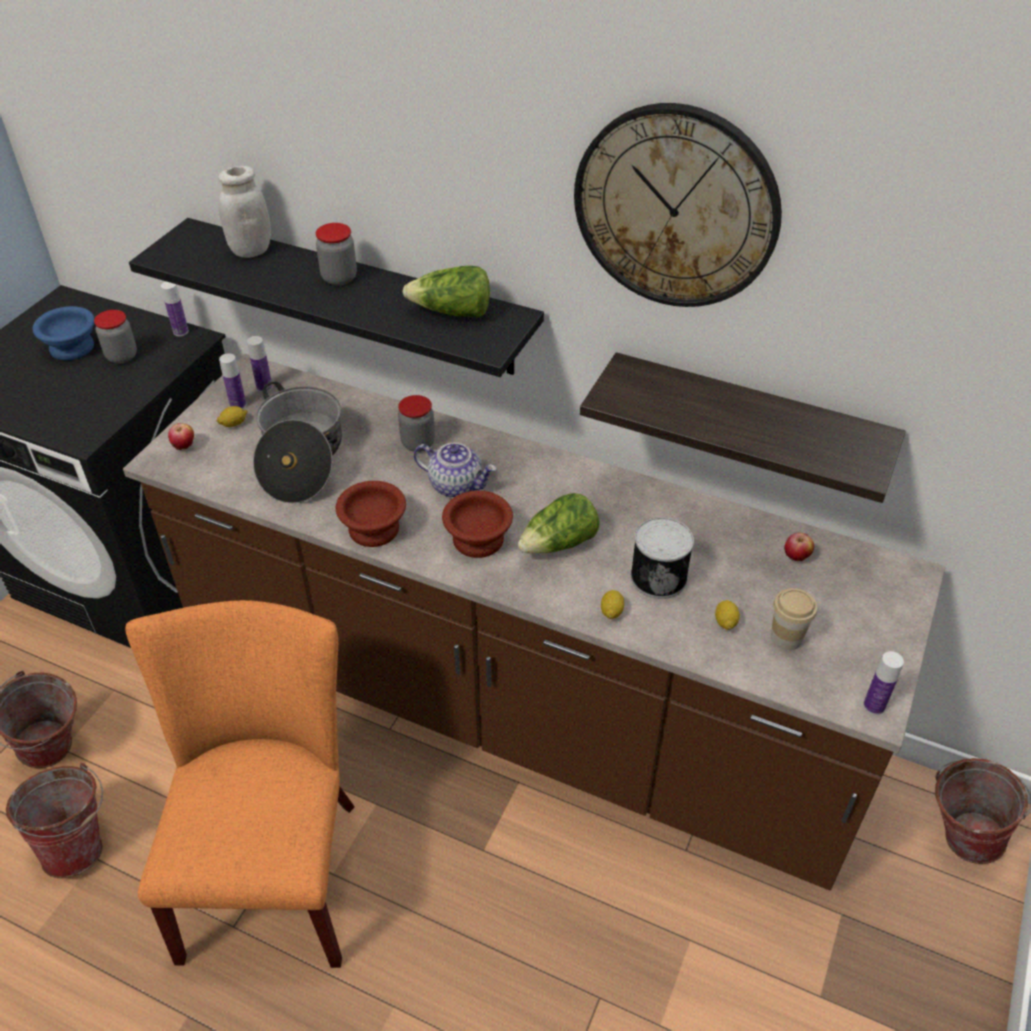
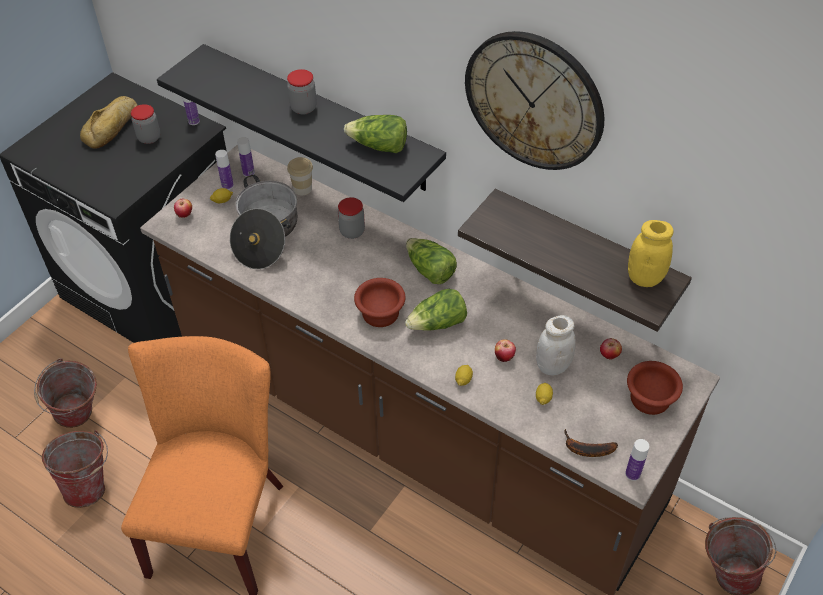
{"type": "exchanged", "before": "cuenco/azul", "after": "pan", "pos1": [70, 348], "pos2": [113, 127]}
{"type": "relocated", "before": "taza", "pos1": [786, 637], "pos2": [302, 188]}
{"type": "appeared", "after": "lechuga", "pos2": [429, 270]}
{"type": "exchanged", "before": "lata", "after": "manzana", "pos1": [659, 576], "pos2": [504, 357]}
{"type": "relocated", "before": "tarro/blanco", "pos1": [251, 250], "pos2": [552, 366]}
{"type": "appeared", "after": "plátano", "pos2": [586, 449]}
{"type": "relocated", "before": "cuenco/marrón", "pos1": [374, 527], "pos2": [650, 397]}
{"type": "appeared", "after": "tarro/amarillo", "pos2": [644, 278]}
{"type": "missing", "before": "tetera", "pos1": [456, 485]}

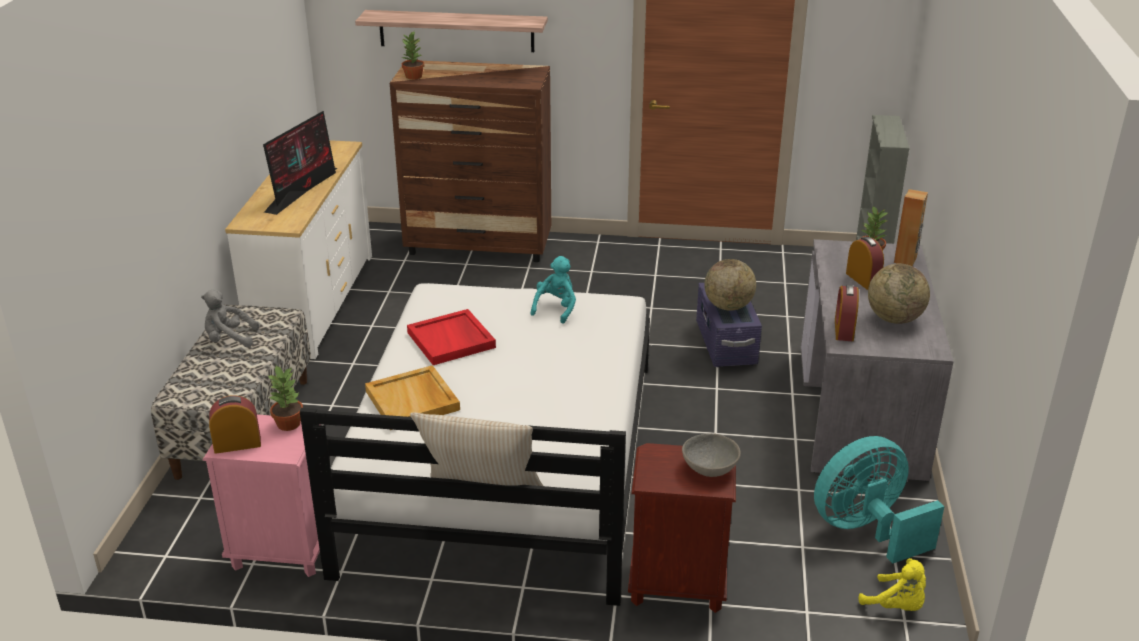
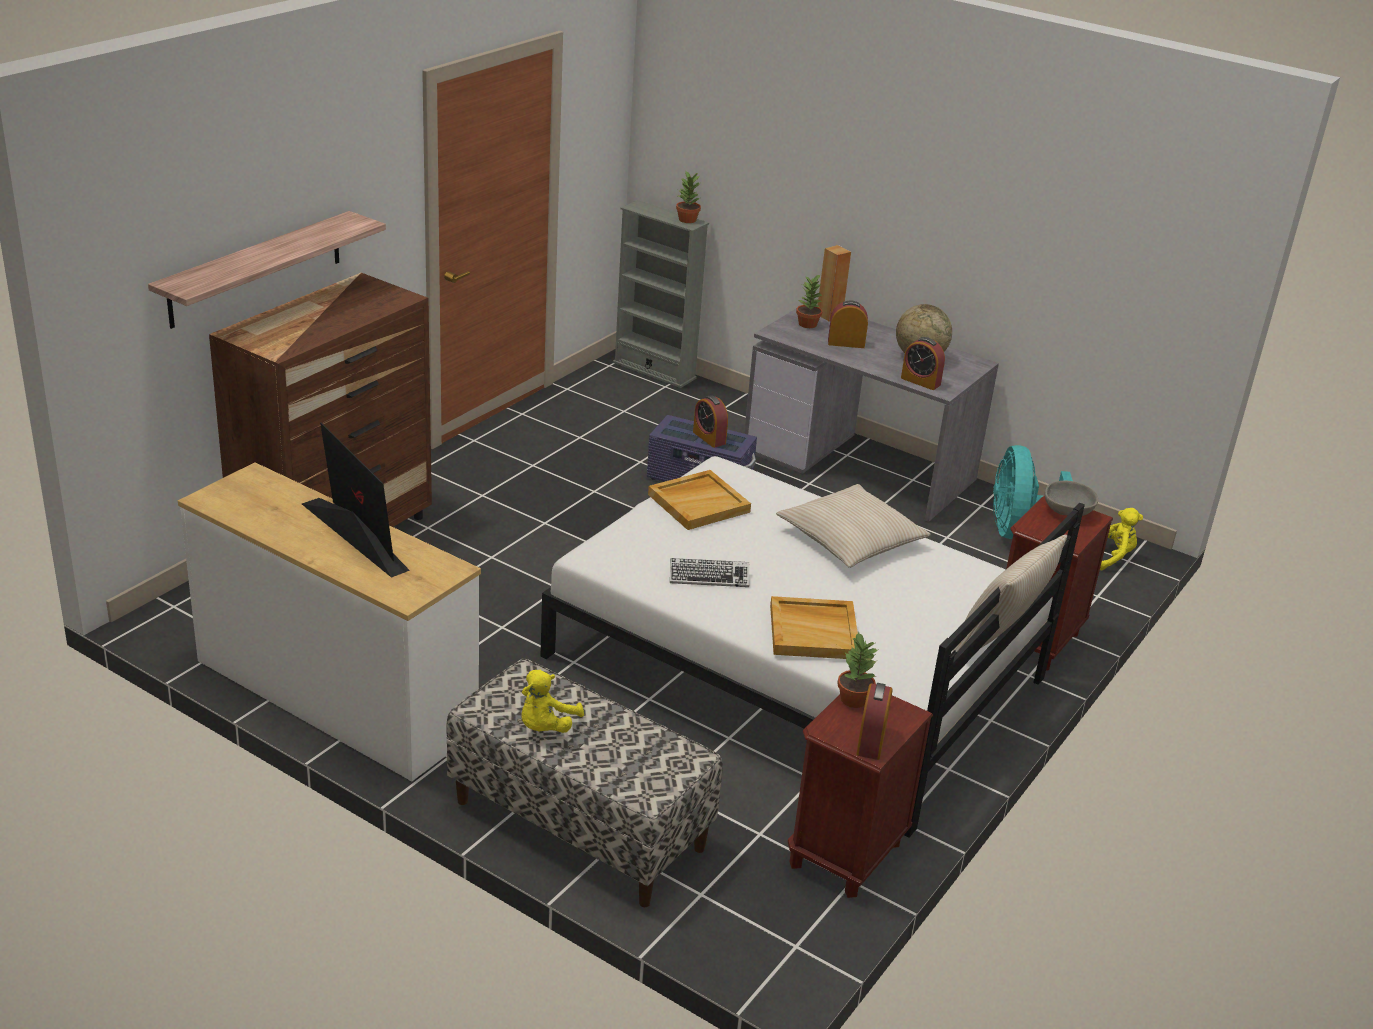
{"type": "colour", "before": "peluche/gris", "after": "peluche/amarillo", "pos1": [229, 339], "pos2": [545, 727]}
{"type": "exchanged", "before": "peluche/turquesa", "after": "bandeja/beis", "pos1": [556, 308], "pos2": [699, 503]}
{"type": "exchanged", "before": "bandeja/rojo", "after": "teclado", "pos1": [452, 340], "pos2": [709, 577]}
{"type": "relocated", "before": "planta en maceta", "pos1": [413, 76], "pos2": [687, 220]}
{"type": "exchanged", "before": "globo terráqueo", "after": "despertador", "pos1": [728, 306], "pos2": [709, 438]}
{"type": "appeared", "after": "cojín/beis", "pos2": [851, 539]}
{"type": "colour", "before": "mesita de noche/rosa", "after": "mesita de noche/marrón", "pos1": [282, 552], "pos2": [845, 855]}

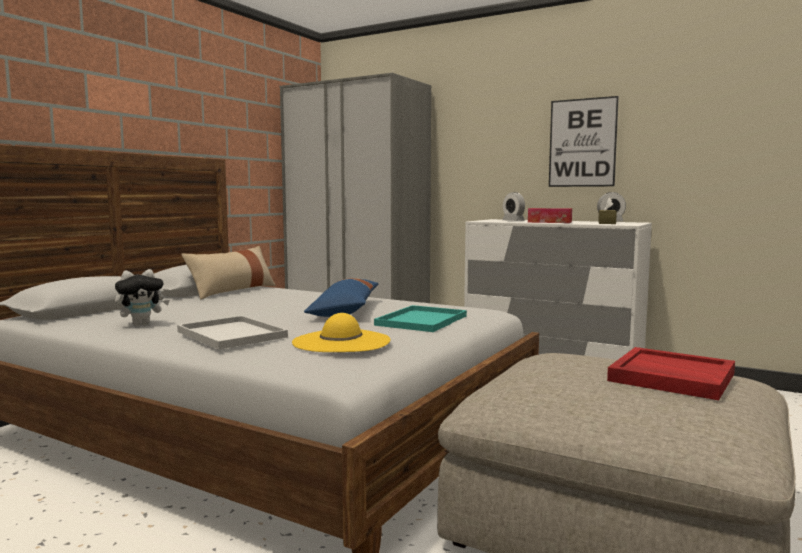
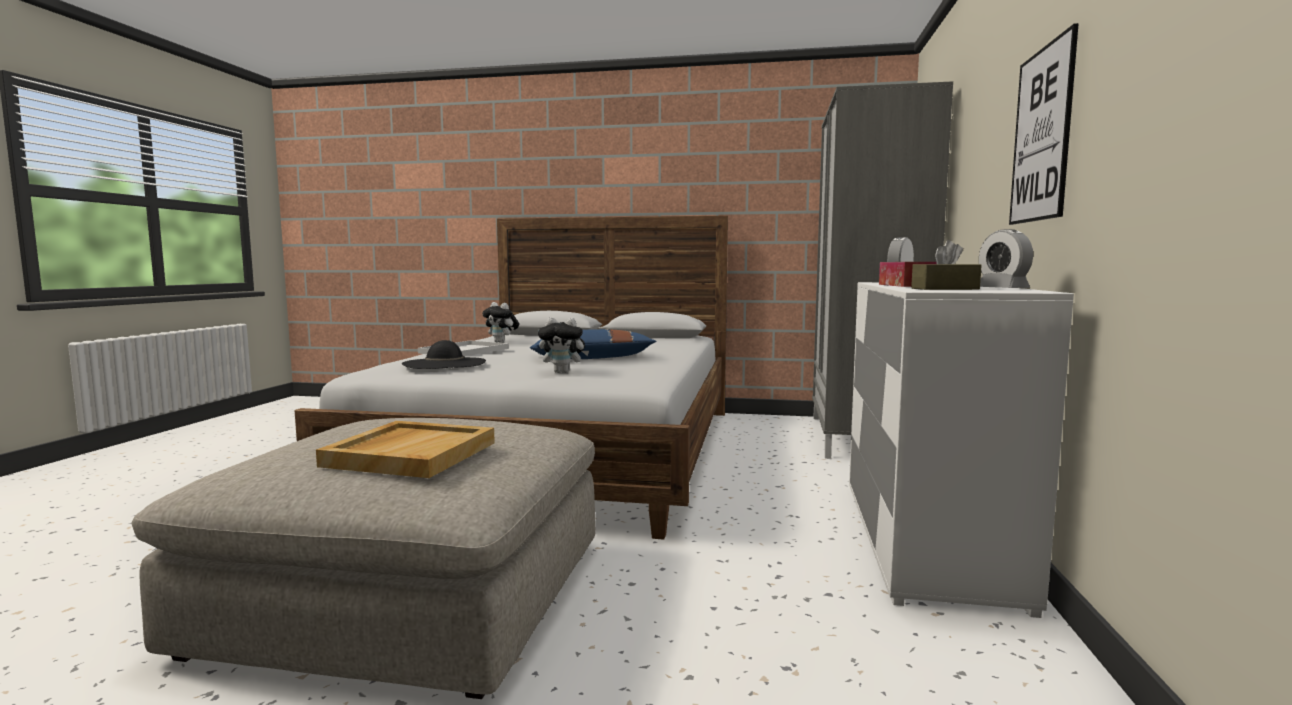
{"type": "colour", "before": "bandeja/rojo", "after": "bandeja/beis", "pos1": [670, 377], "pos2": [411, 454]}
{"type": "colour", "before": "sombrero/amarillo", "after": "sombrero/negro", "pos1": [341, 341], "pos2": [444, 363]}
{"type": "exchanged", "before": "bandeja/turquesa", "after": "peluche", "pos1": [421, 320], "pos2": [563, 372]}
{"type": "missing", "before": "cojín/beis", "pos1": [232, 291]}

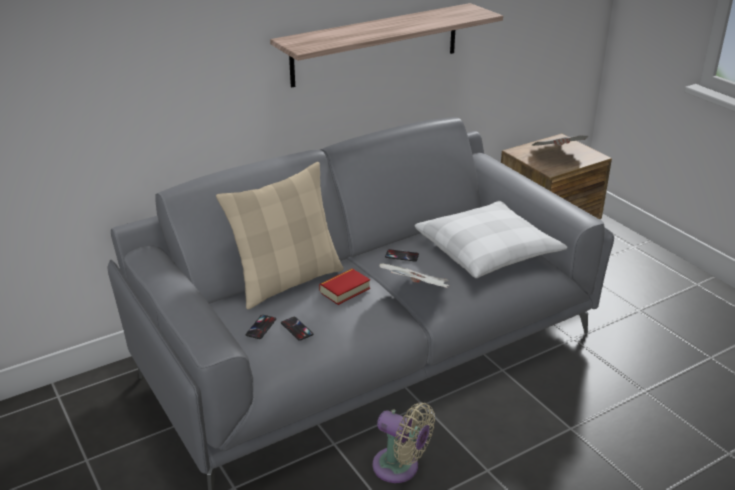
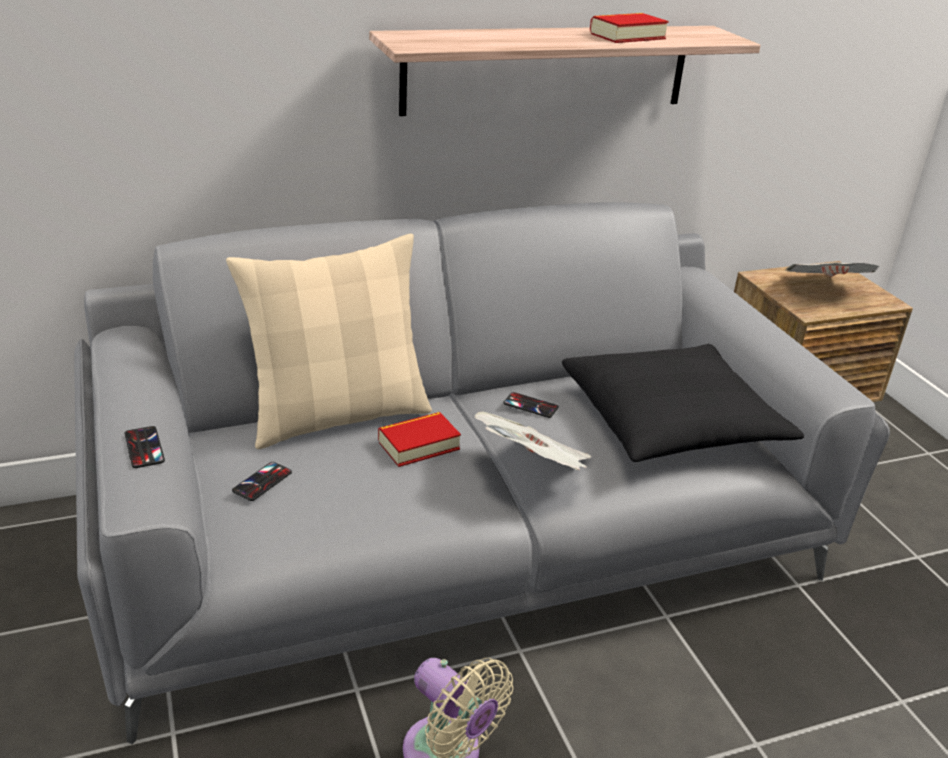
{"type": "relocated", "before": "móvil", "pos1": [296, 329], "pos2": [144, 447]}
{"type": "colour", "before": "cojín/blanco", "after": "cojín/negro", "pos1": [487, 251], "pos2": [672, 420]}
{"type": "appeared", "after": "libro", "pos2": [627, 36]}

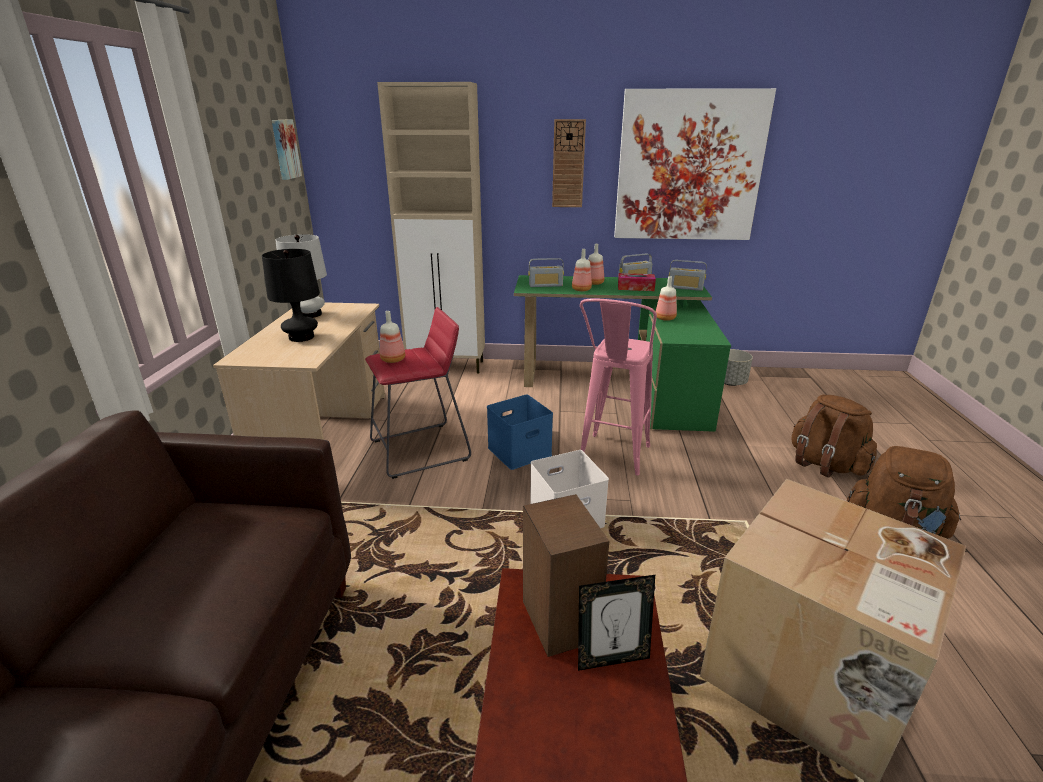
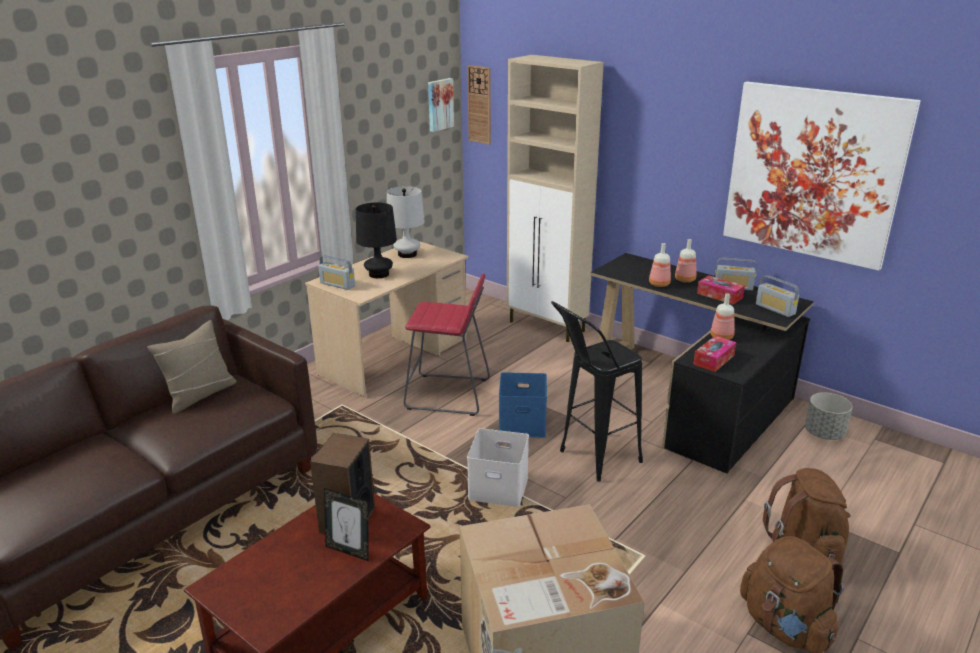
{"type": "appeared", "after": "cojín/beis", "pos2": [200, 395]}
{"type": "relocated", "before": "radio", "pos1": [545, 285], "pos2": [337, 285]}
{"type": "relocated", "before": "reloj de pared", "pos1": [568, 164], "pos2": [479, 105]}
{"type": "colour", "before": "taburete/rosa", "after": "taburete/negro", "pos1": [611, 460], "pos2": [590, 461]}
{"type": "colour", "before": "escritorio/verde", "after": "escritorio/negro", "pos1": [622, 385], "pos2": [693, 397]}
{"type": "appeared", "after": "caja de pañuelos", "pos2": [714, 360]}
{"type": "missing", "before": "botella", "pos1": [393, 359]}

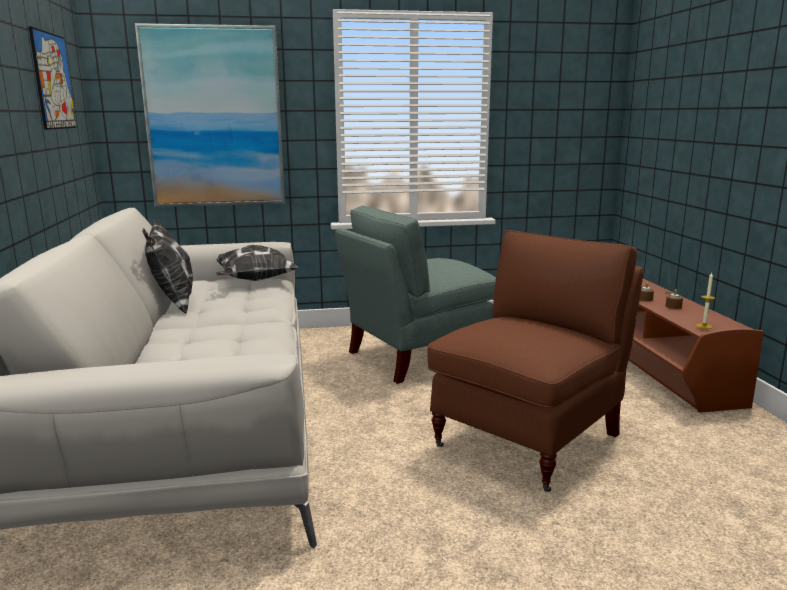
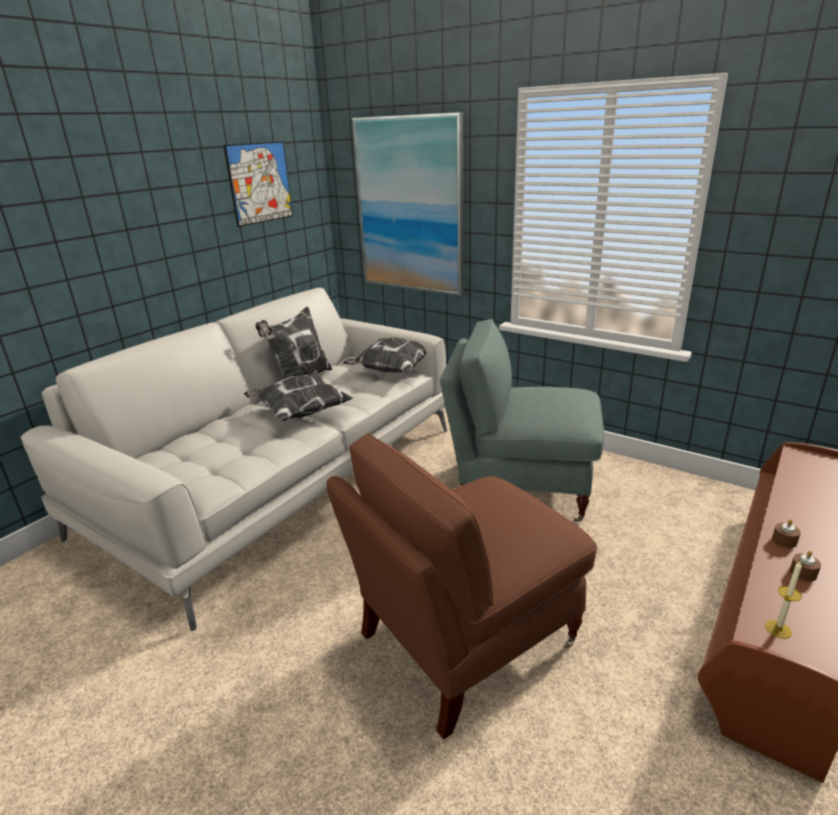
{"type": "appeared", "after": "cojín", "pos2": [299, 413]}
{"type": "spun", "before": "sillón/marrón", "pos1": [529, 440], "pos2": [465, 640], "turn": 150}

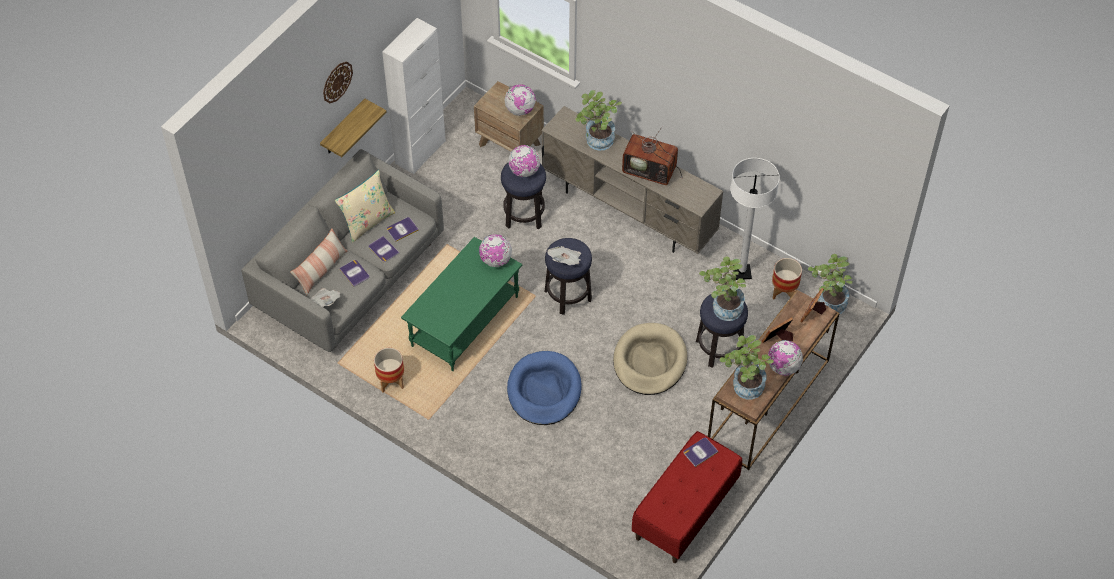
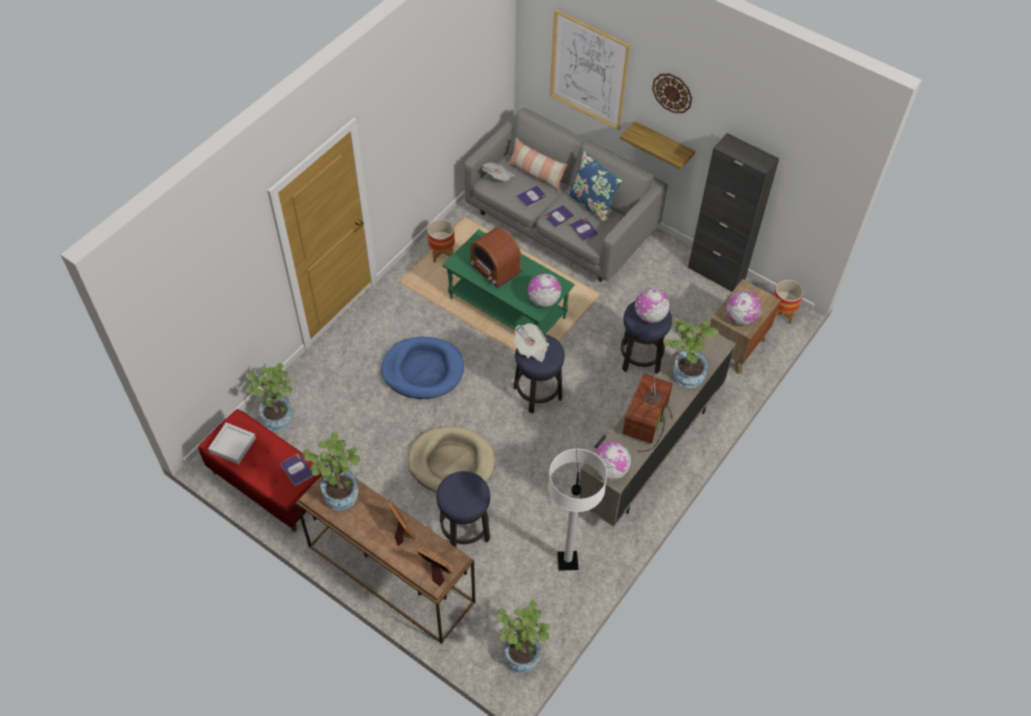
{"type": "appeared", "after": "bandeja/gris", "pos2": [233, 445]}
{"type": "relocated", "before": "planta en maceta", "pos1": [722, 309], "pos2": [278, 414]}
{"type": "appeared", "after": "radio", "pos2": [495, 268]}
{"type": "appeared", "after": "cuadro", "pos2": [588, 70]}
{"type": "colour", "before": "cojín/beis", "after": "cojín/azul", "pos1": [367, 222], "pos2": [592, 204]}
{"type": "relocated", "before": "globo terráqueo", "pos1": [783, 367], "pos2": [609, 470]}
{"type": "colour", "before": "armario/blanco", "after": "armario/negro", "pos1": [420, 152], "pos2": [716, 273]}
{"type": "relocated", "before": "maceta", "pos1": [783, 292], "pos2": [781, 314]}

